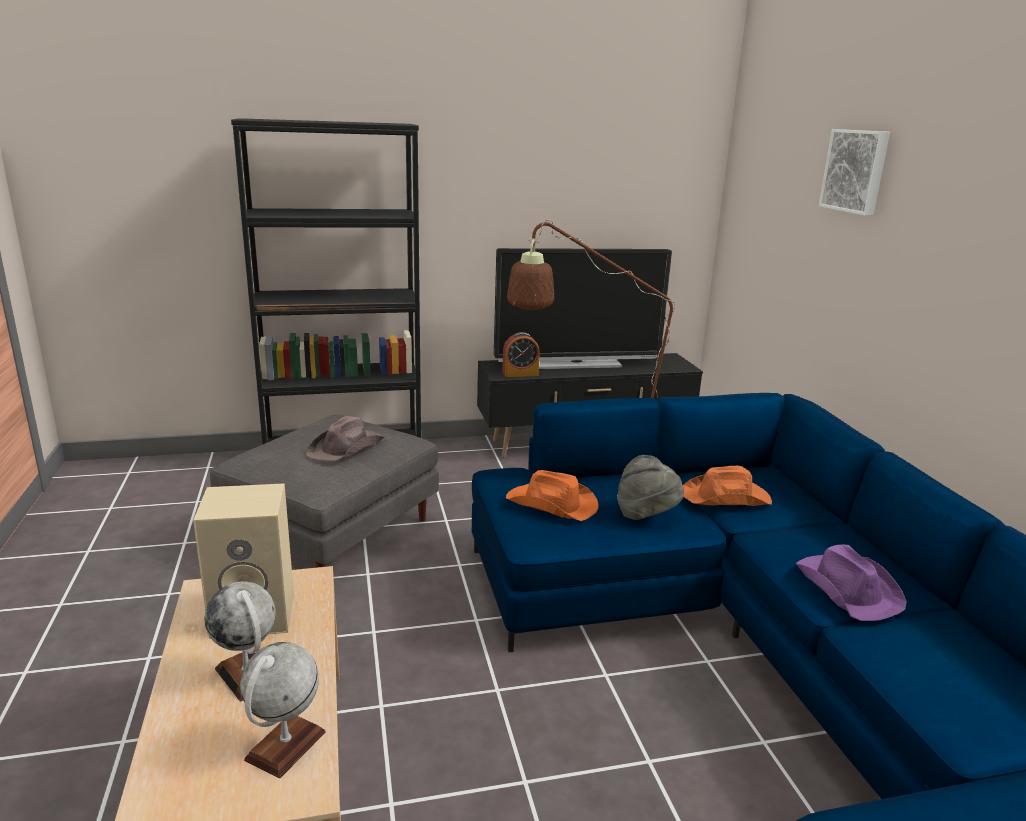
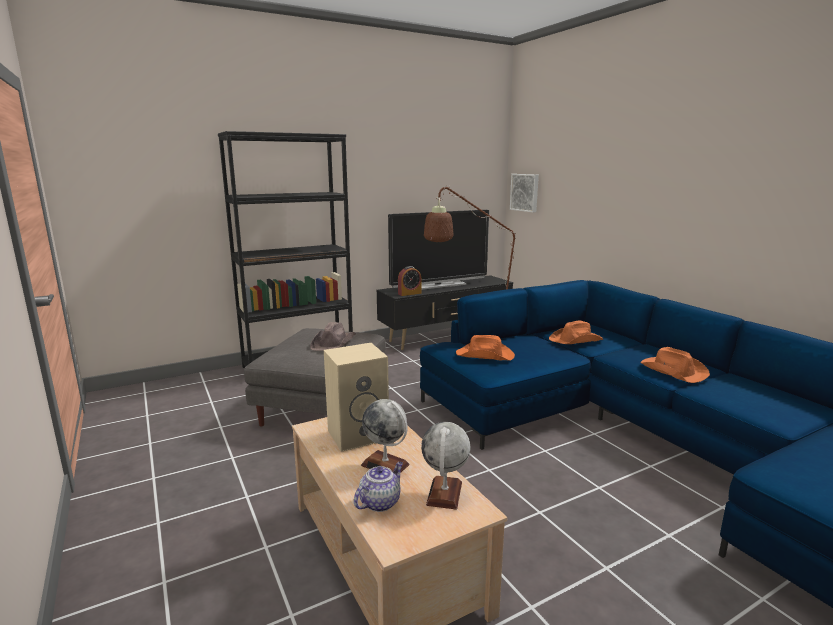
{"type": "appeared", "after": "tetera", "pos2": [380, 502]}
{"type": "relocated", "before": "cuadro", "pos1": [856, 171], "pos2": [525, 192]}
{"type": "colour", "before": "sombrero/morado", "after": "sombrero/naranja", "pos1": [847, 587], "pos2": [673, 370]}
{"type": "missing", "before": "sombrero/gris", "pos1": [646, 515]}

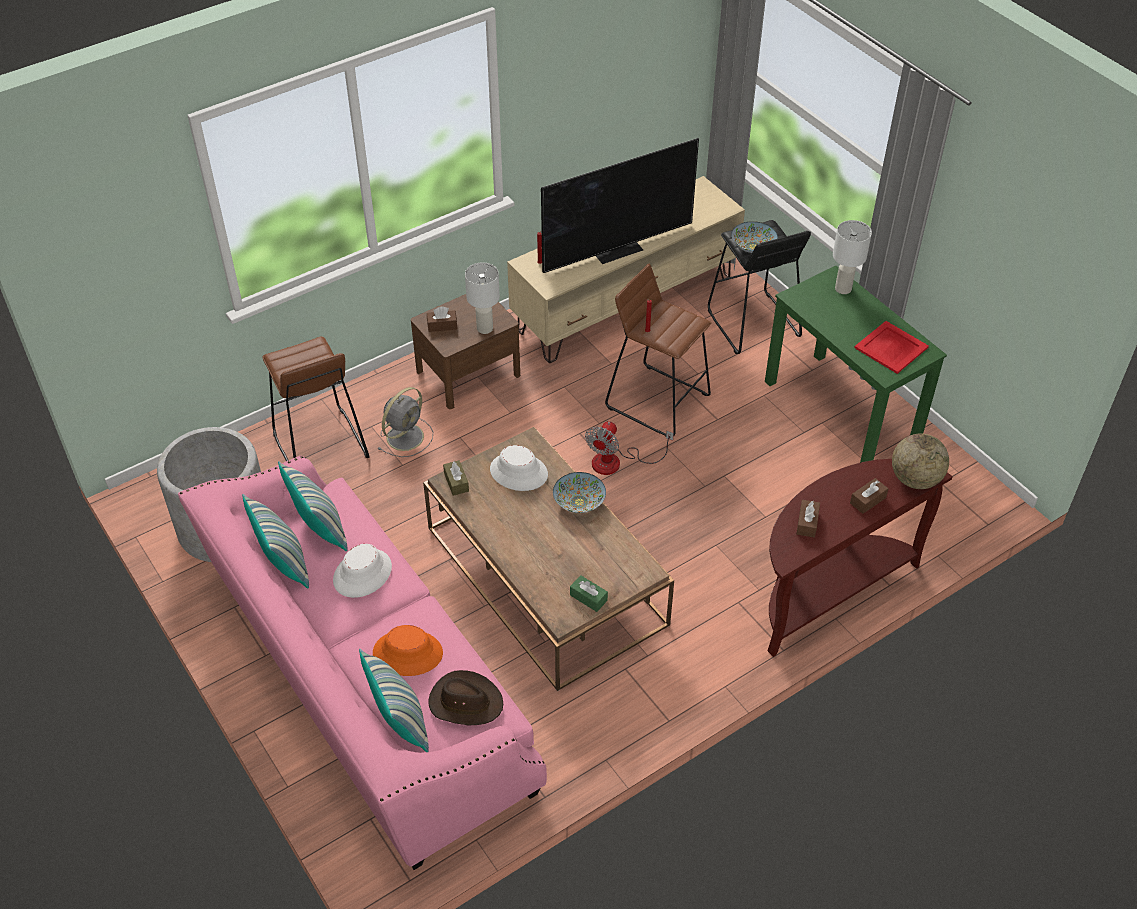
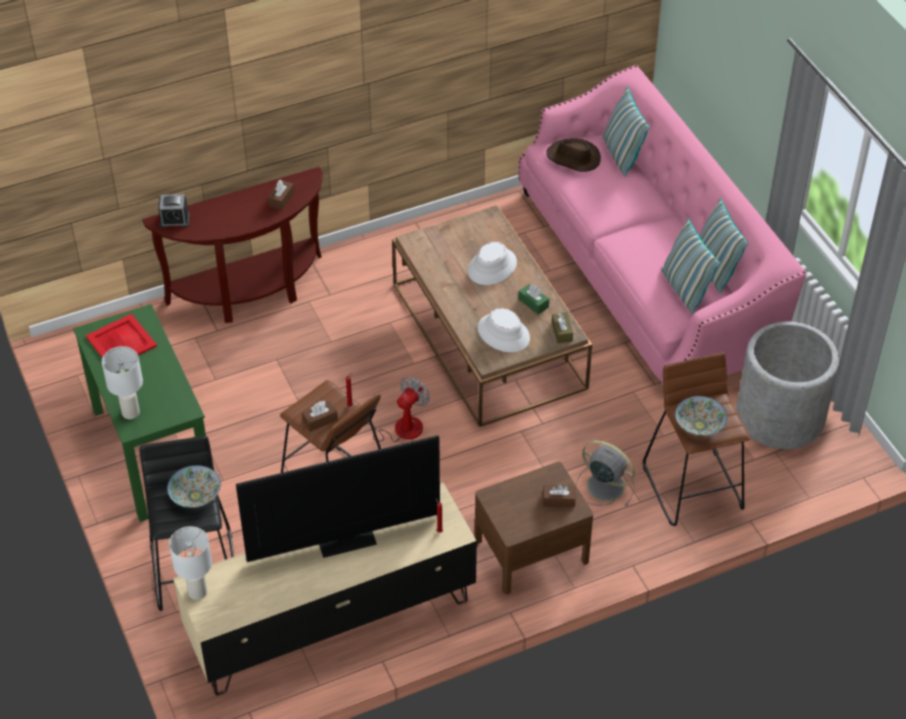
{"type": "exchanged", "before": "globo terráqueo", "after": "despertador", "pos1": [915, 479], "pos2": [174, 220]}
{"type": "relocated", "before": "lámpara de mesa/blanco", "pos1": [484, 328], "pos2": [197, 592]}
{"type": "relocated", "before": "caja de pañuelos/marrón", "pos1": [867, 500], "pos2": [320, 420]}
{"type": "relocated", "before": "sombrero/blanco", "pos1": [362, 573], "pos2": [492, 267]}
{"type": "relocated", "before": "caja de pañuelos/verde", "pos1": [588, 598], "pos2": [533, 303]}
{"type": "spun", "before": "ventilador/gris", "pos1": [406, 436], "pos2": [604, 485], "turn": 75}
{"type": "relocated", "before": "cuenco", "pos1": [579, 502], "pos2": [699, 425]}
{"type": "missing", "before": "sombrero/naranja", "pos1": [408, 653]}

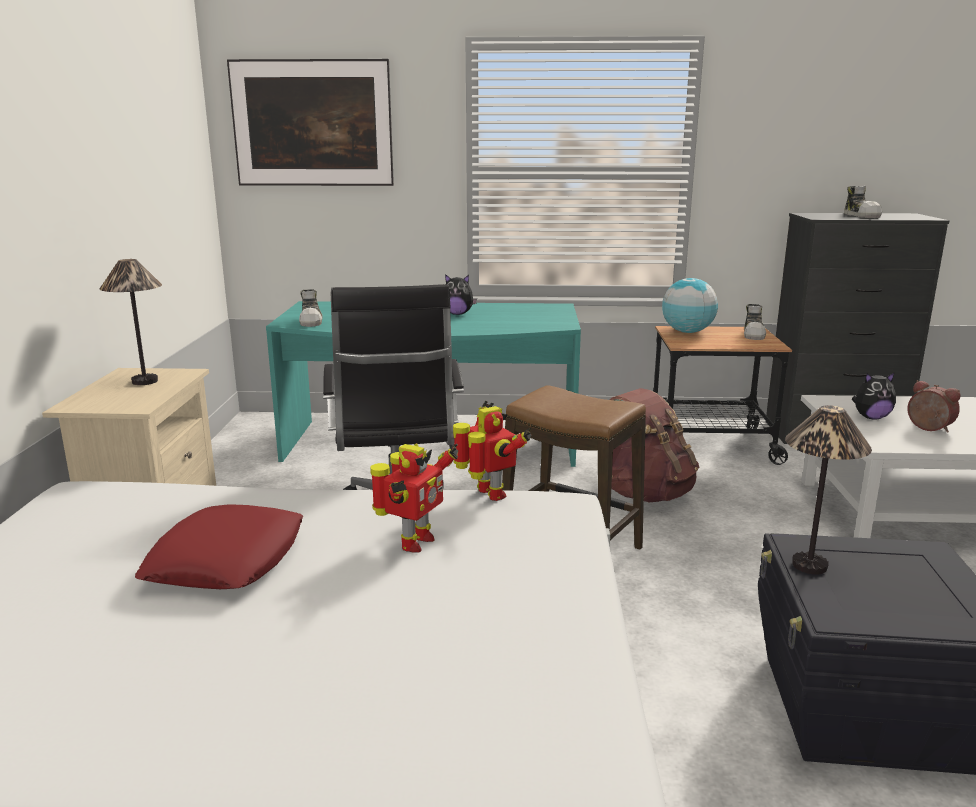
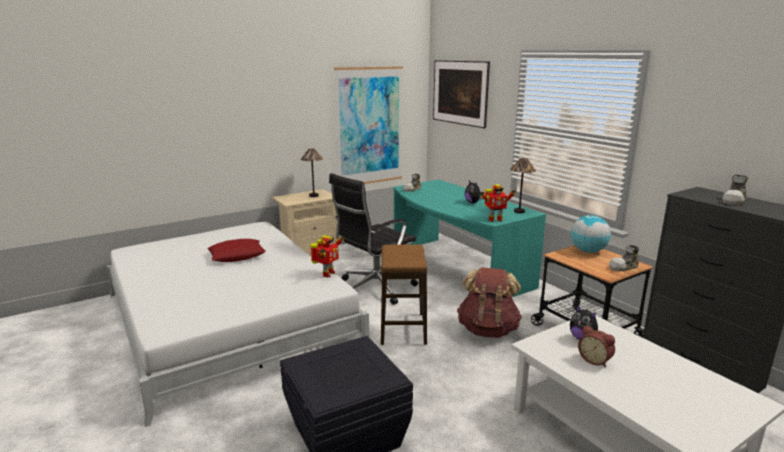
{"type": "appeared", "after": "cuadro", "pos2": [369, 126]}
{"type": "relocated", "before": "robot de juguete", "pos1": [413, 543], "pos2": [494, 220]}
{"type": "relocated", "before": "lámpara de mesa", "pos1": [810, 566], "pos2": [519, 211]}
{"type": "spun", "before": "despertador", "pos1": [928, 429], "pos2": [595, 360], "turn": 120}

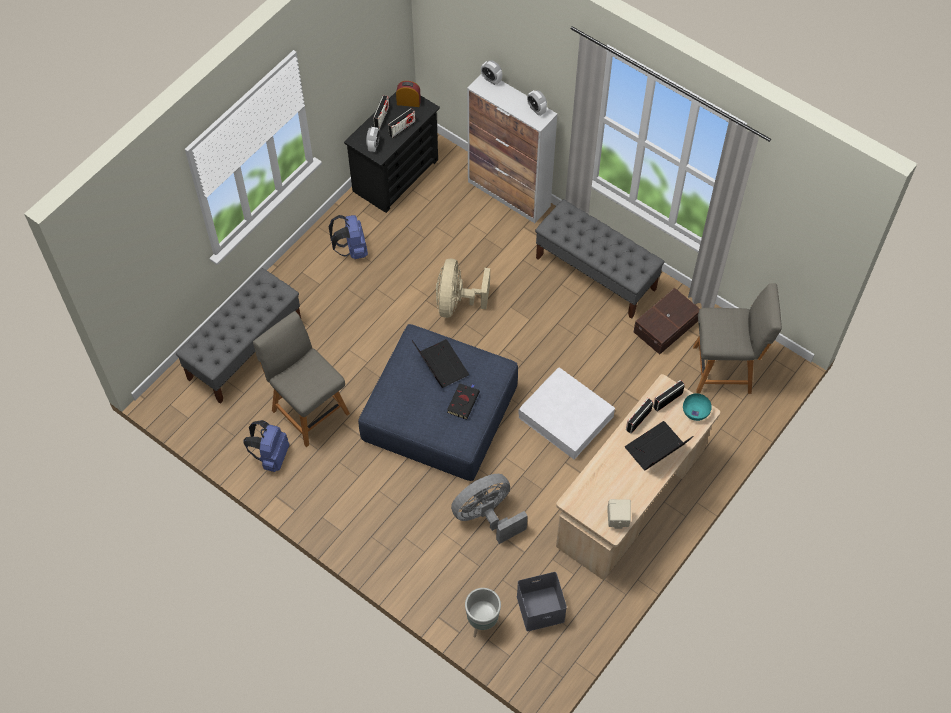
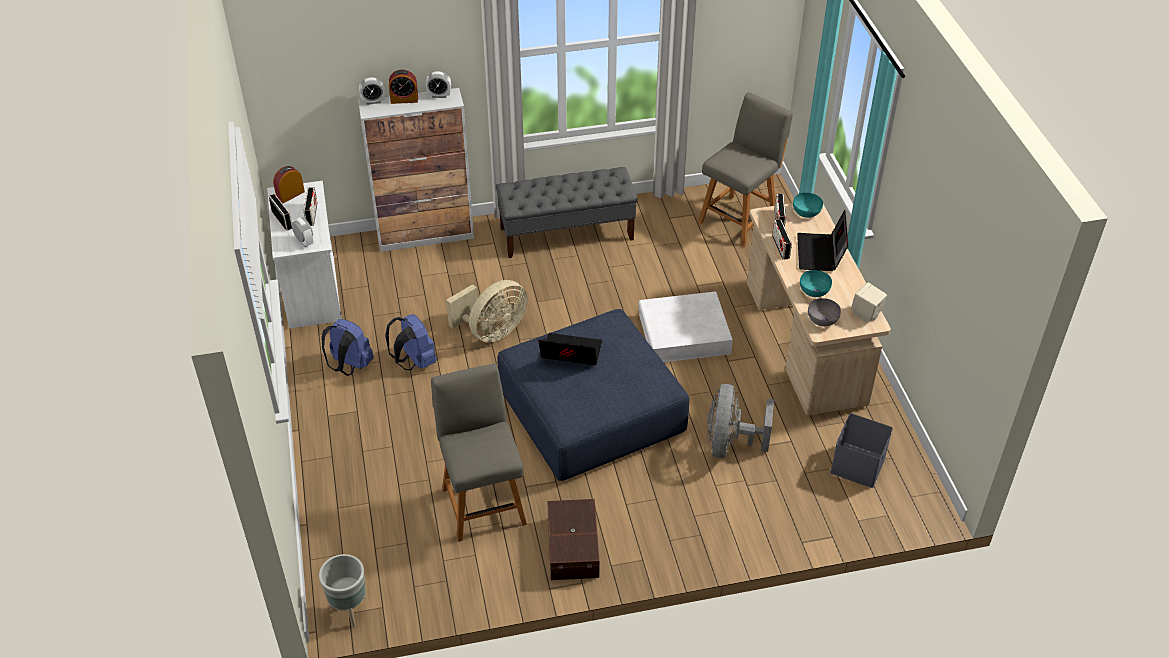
{"type": "colour", "before": "cómoda/negro", "after": "cómoda/blanco", "pos1": [396, 175], "pos2": [312, 290]}
{"type": "relocated", "before": "maceta/gris", "pos1": [482, 623], "pos2": [349, 610]}
{"type": "relocated", "before": "mochila/azul", "pos1": [271, 456], "pos2": [414, 362]}
{"type": "appeared", "after": "despertador", "pos2": [404, 99]}
{"type": "spun", "before": "silla/gris", "pos1": [308, 410], "pos2": [483, 503], "turn": 75}
{"type": "spun", "before": "ventilador/beis", "pos1": [457, 302], "pos2": [492, 332], "turn": -90}
{"type": "relocated", "before": "caja de almacenaje/marrón", "pos1": [667, 326], "pos2": [574, 546]}
{"type": "appeared", "after": "cuenco/turquesa", "pos2": [814, 290]}
{"type": "appeared", "after": "cuenco/gris", "pos2": [822, 319]}
{"type": "missing", "before": "banco/gris", "pos1": [245, 349]}
{"type": "missing", "before": "libro/negro", "pos1": [463, 401]}

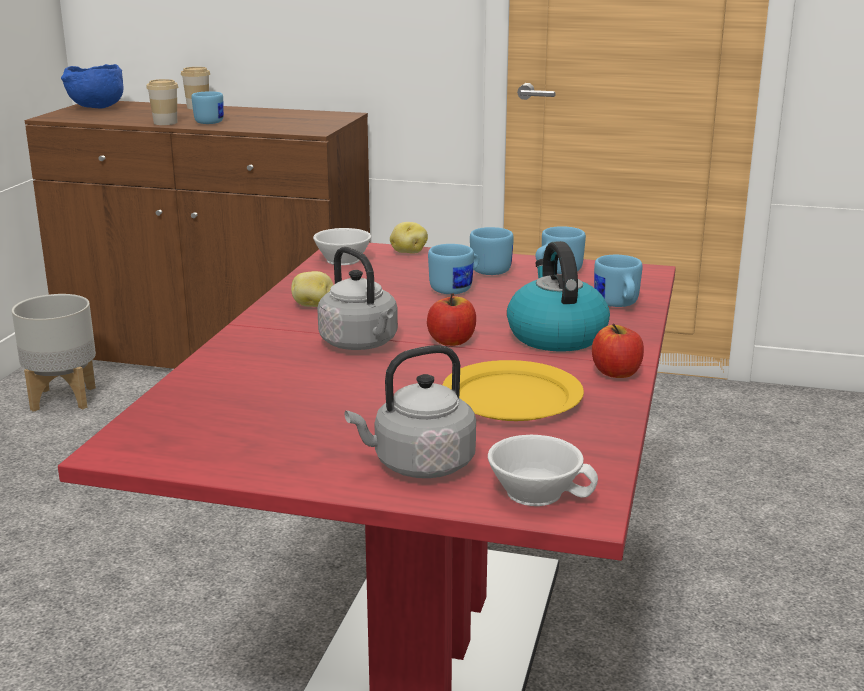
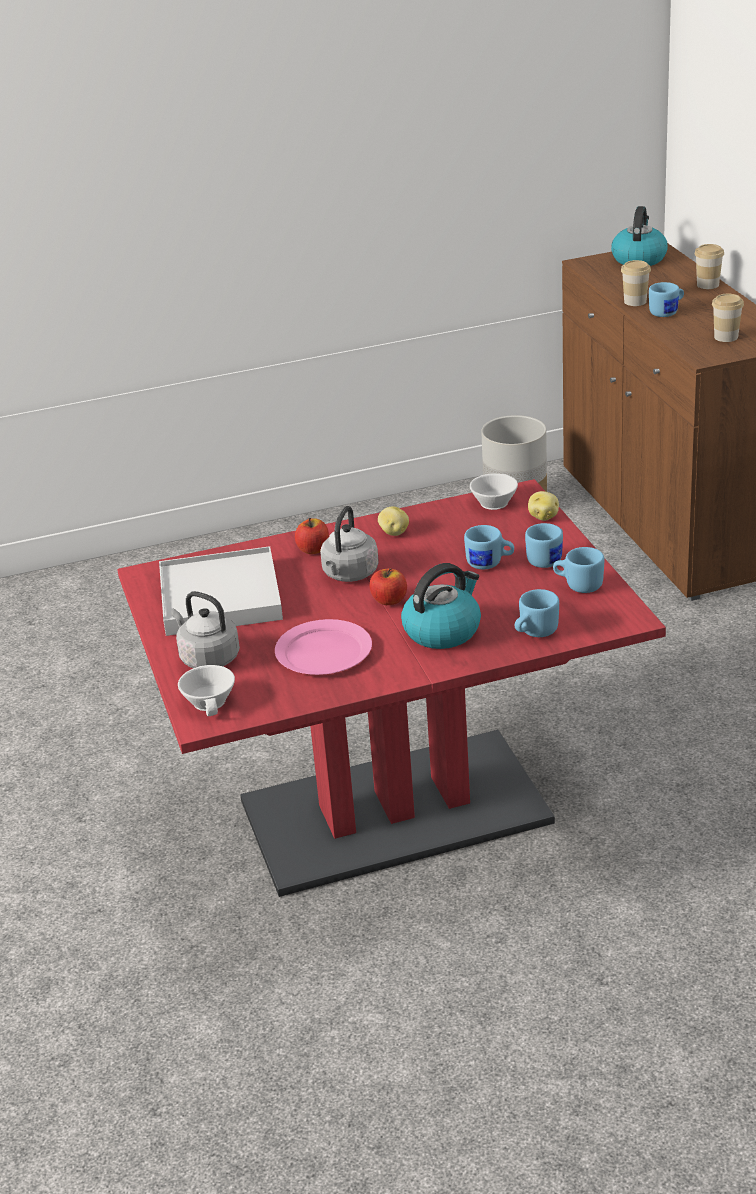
{"type": "appeared", "after": "bandeja/blanco", "pos2": [221, 597]}
{"type": "colour", "before": "plato/amarillo", "after": "plato/rosa", "pos1": [513, 397], "pos2": [324, 652]}
{"type": "relocated", "before": "manzana", "pos1": [616, 373], "pos2": [313, 549]}
{"type": "exchanged", "before": "cuenco/azul", "after": "hervidor", "pos1": [96, 108], "pos2": [638, 258]}
{"type": "appeared", "after": "taza", "pos2": [726, 337]}

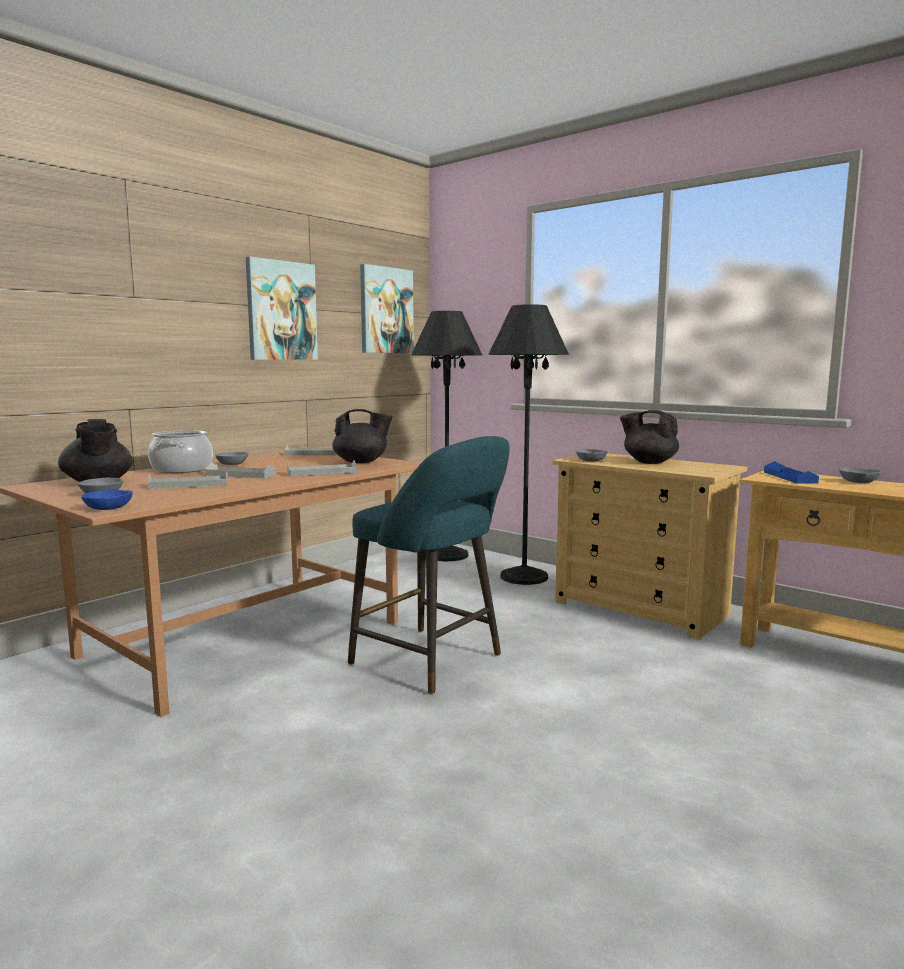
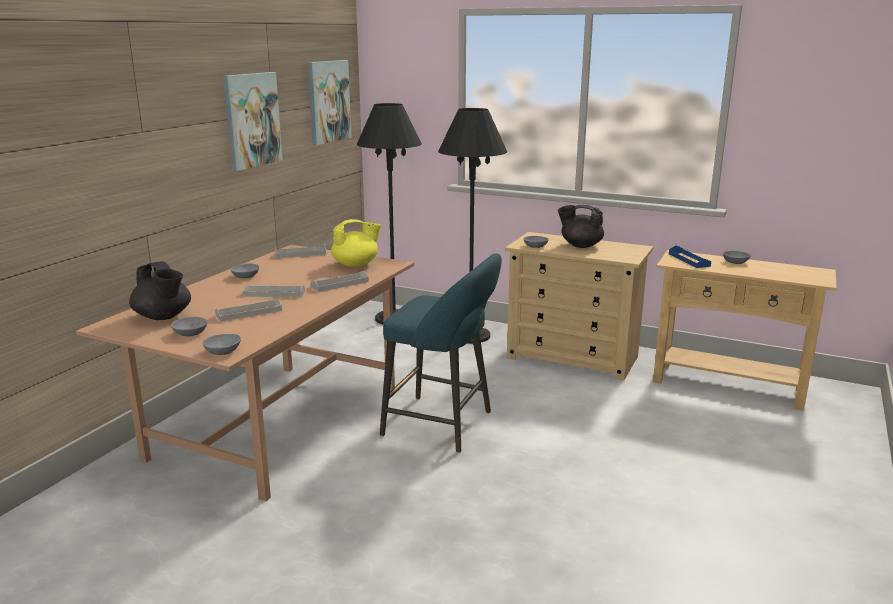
{"type": "colour", "before": "cuenco/azul", "after": "cuenco/gris", "pos1": [109, 507], "pos2": [223, 350]}
{"type": "colour", "before": "tetera/negro", "after": "tetera/amarillo", "pos1": [361, 462], "pos2": [356, 264]}
{"type": "missing", "before": "olla", "pos1": [181, 469]}

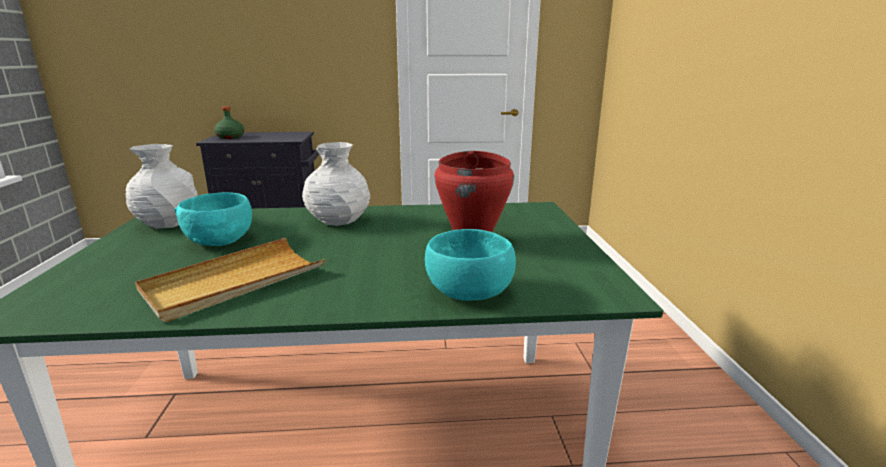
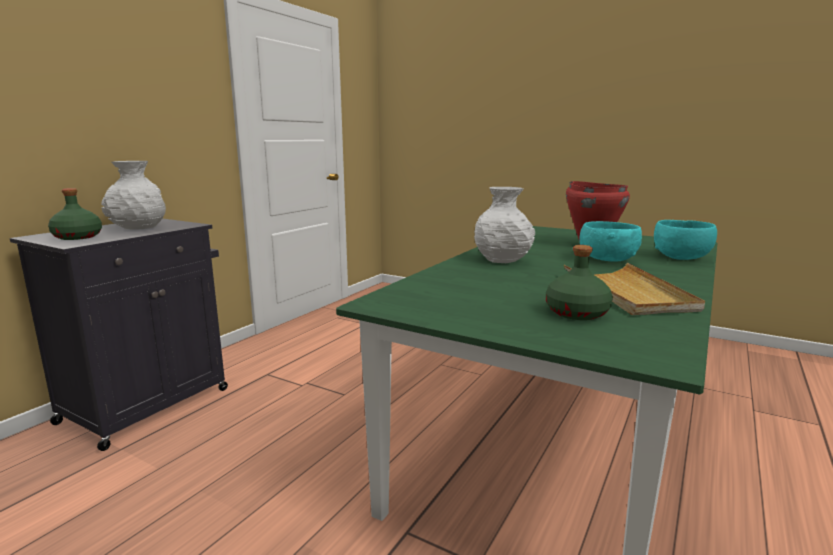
{"type": "relocated", "before": "florero/blanco", "pos1": [167, 222], "pos2": [137, 227]}
{"type": "appeared", "after": "botella/verde", "pos2": [576, 313]}
{"type": "relocated", "before": "cuenco/turquesa", "pos1": [220, 240], "pos2": [607, 259]}

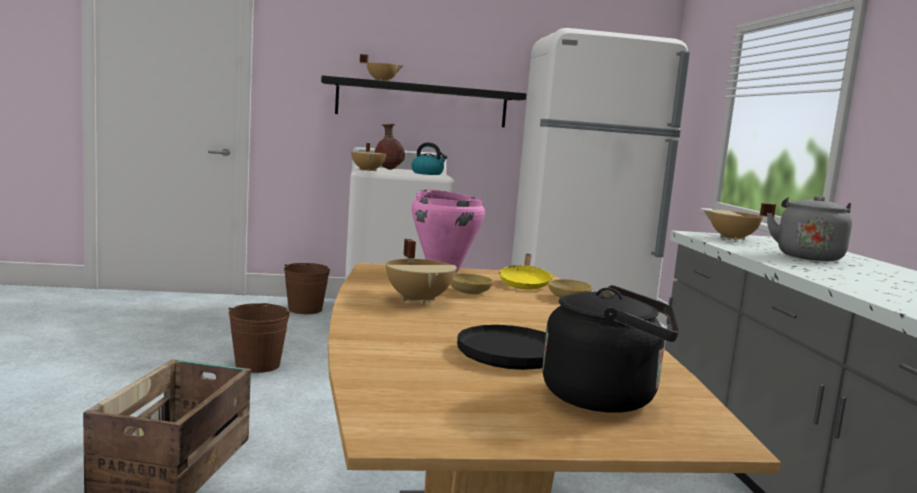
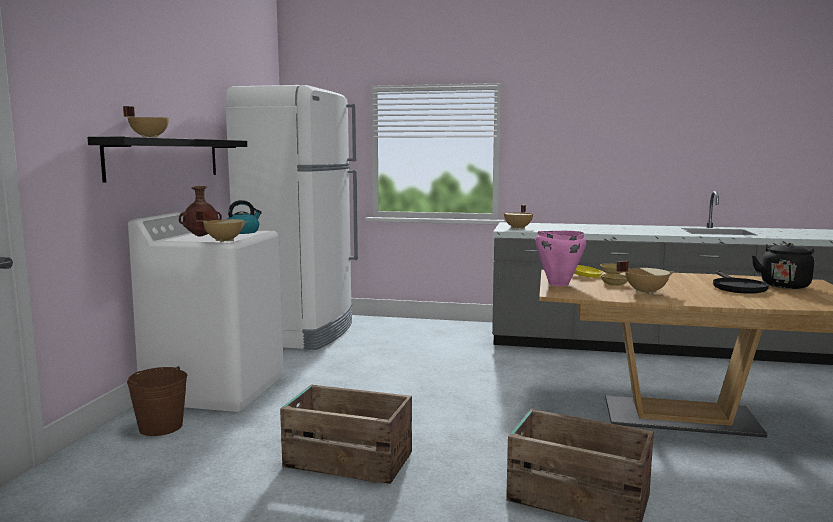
{"type": "exchanged", "before": "cubo/marrón", "after": "caja de embalaje", "pos1": [257, 365], "pos2": [347, 459]}
{"type": "missing", "before": "hervidor/gris", "pos1": [807, 256]}

